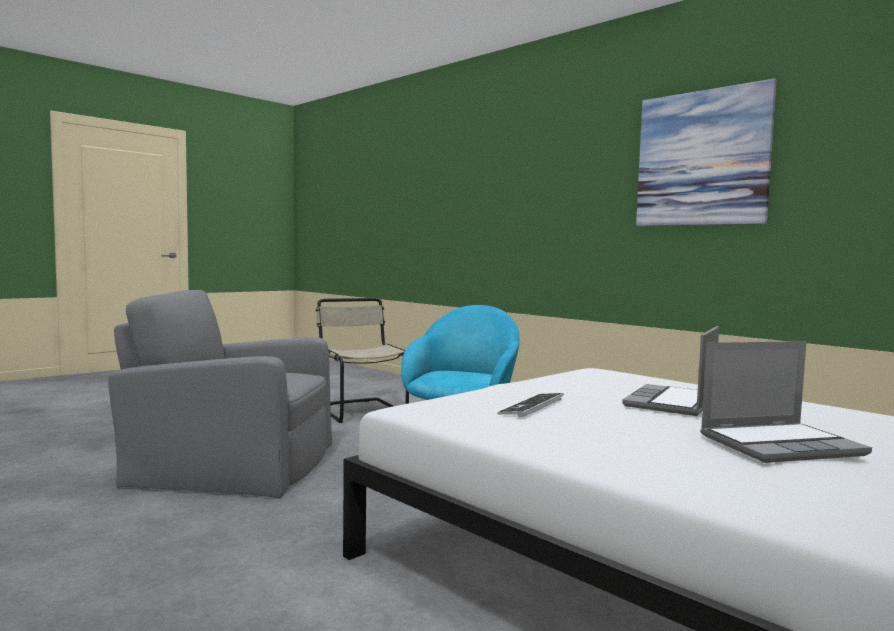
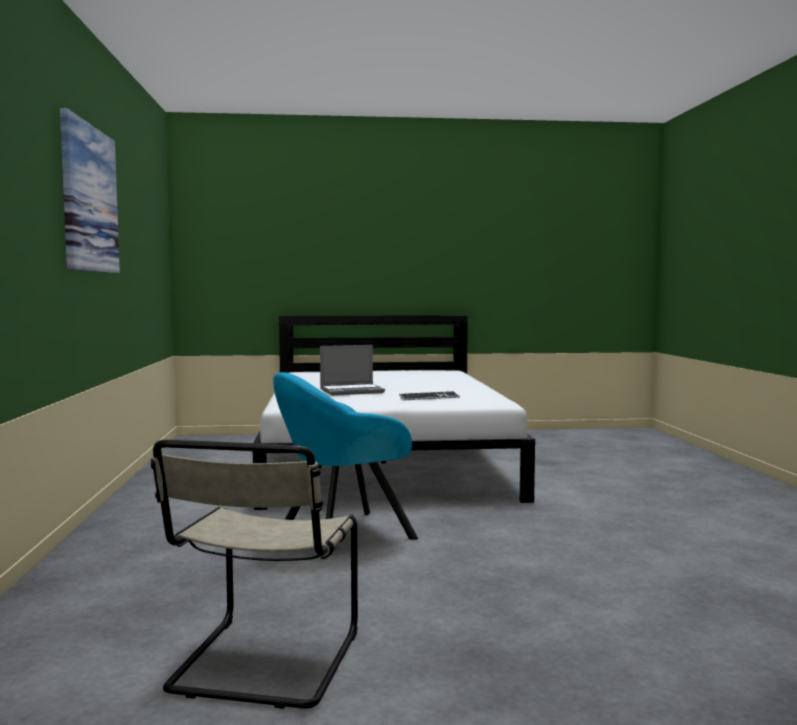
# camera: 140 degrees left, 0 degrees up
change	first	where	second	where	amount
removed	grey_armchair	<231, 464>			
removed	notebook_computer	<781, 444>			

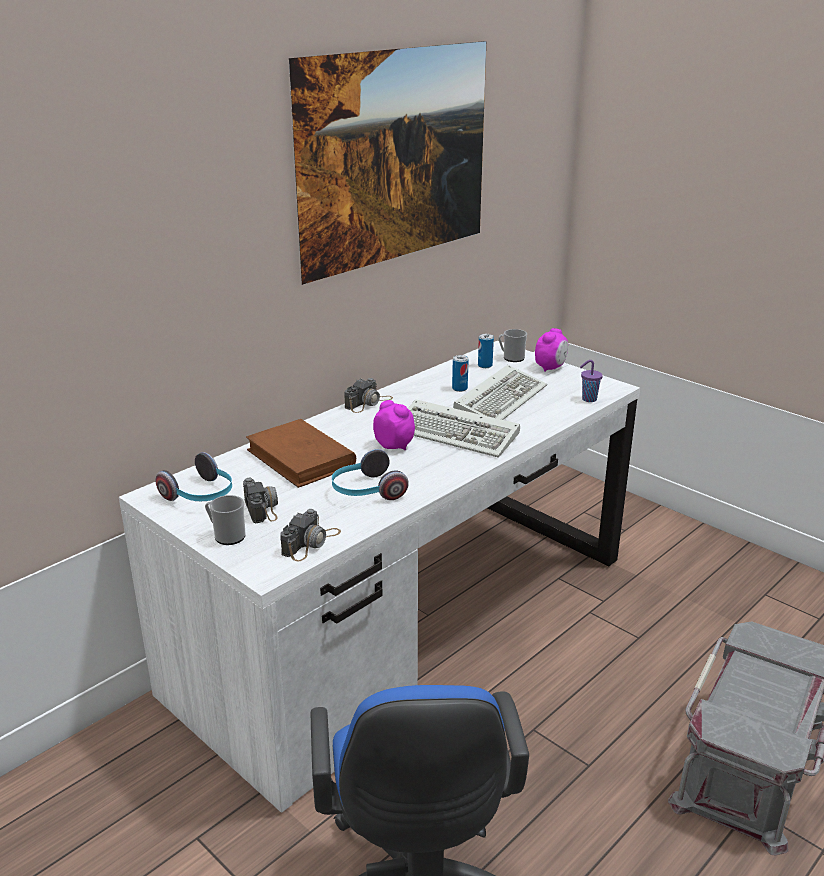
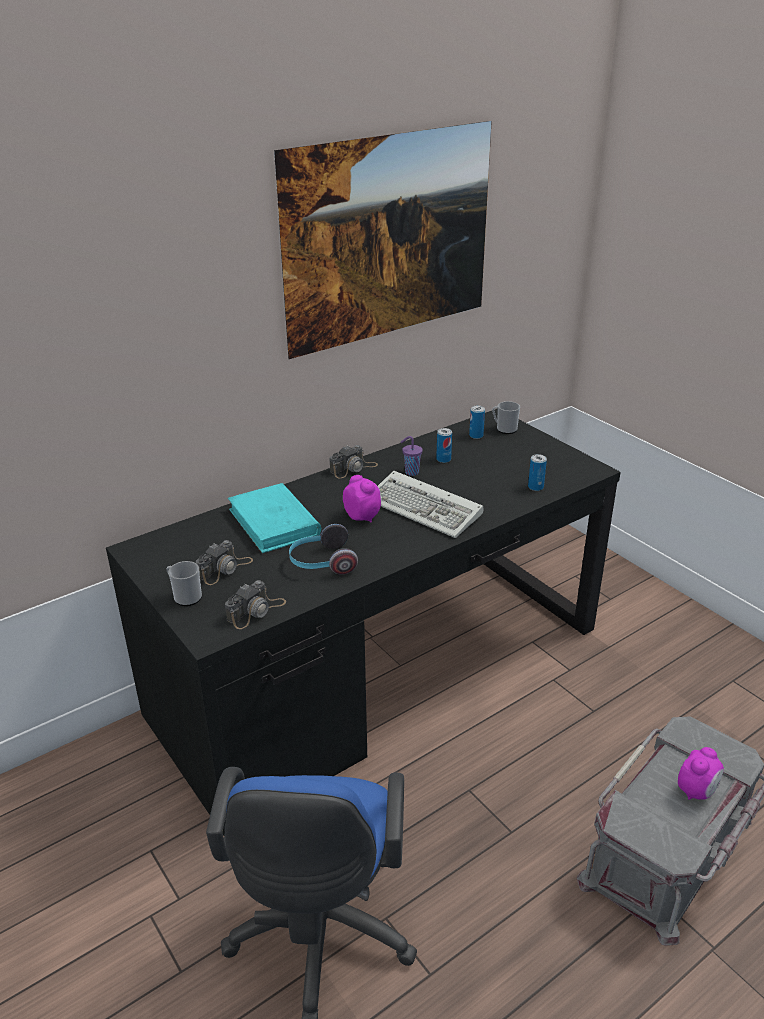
# camera: 10 degrees right, 5 degrees up
change	first	where	second	where	amount
recoloured	whitish_desk_unit	<409, 623>	black_desk_unit	<381, 671>	
removed	headphones	<201, 495>			
turned	photo_camera	<262, 506>		<225, 569>	45 degrees clockwise
recoloured	brown_book	<301, 458>	turquoise-coloured_book	<274, 522>	
removed	computer_keyboard	<501, 399>			
moved	alarm_clock	<550, 368>		<696, 791>	
moved	purple_cup	<588, 399>		<411, 472>	
added			metal_can	<535, 487>	

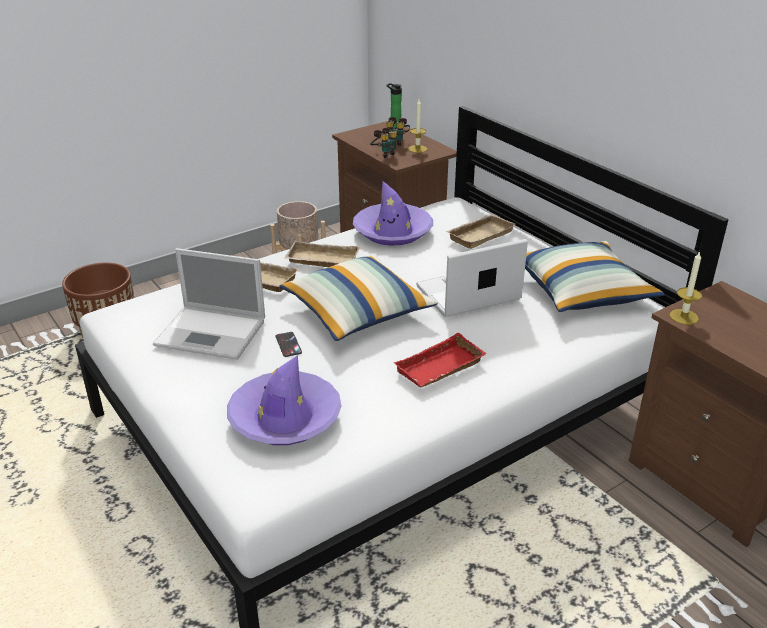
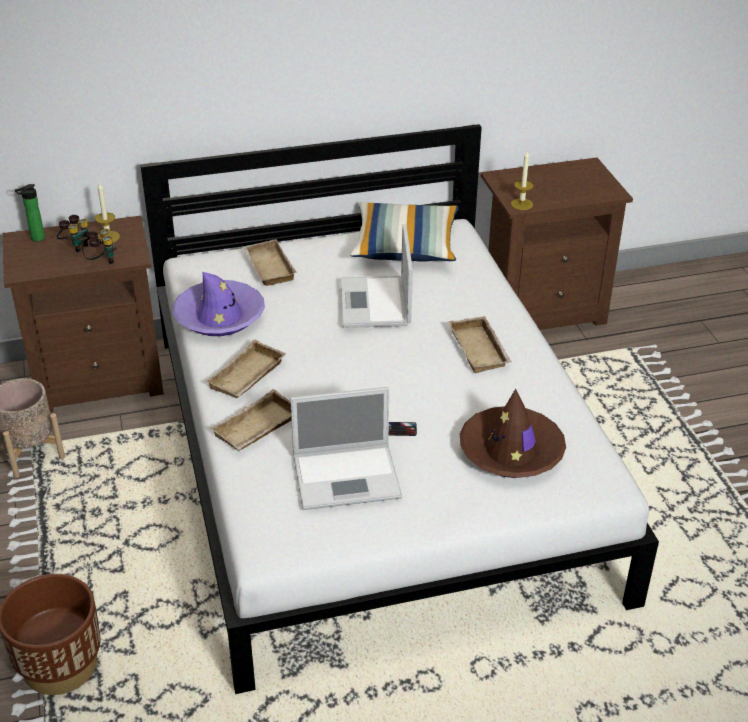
# camera: 70 degrees left, 5 degrees up
change	first	where	second	where	amount
turned	notebook_computer	<213, 333>		<348, 476>	45 degrees clockwise
recoloured	purple_hat	<285, 418>	brown_hat	<511, 452>	
removed	cushion	<357, 313>			
recoloured	reddish_tray	<440, 369>	beige_tray	<481, 349>	

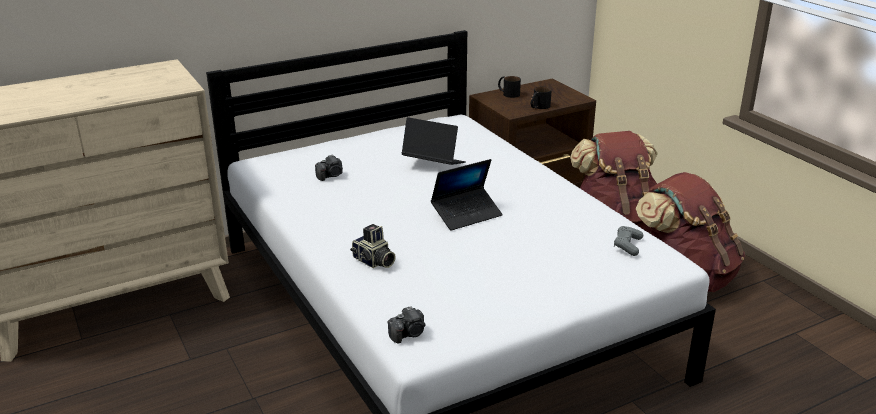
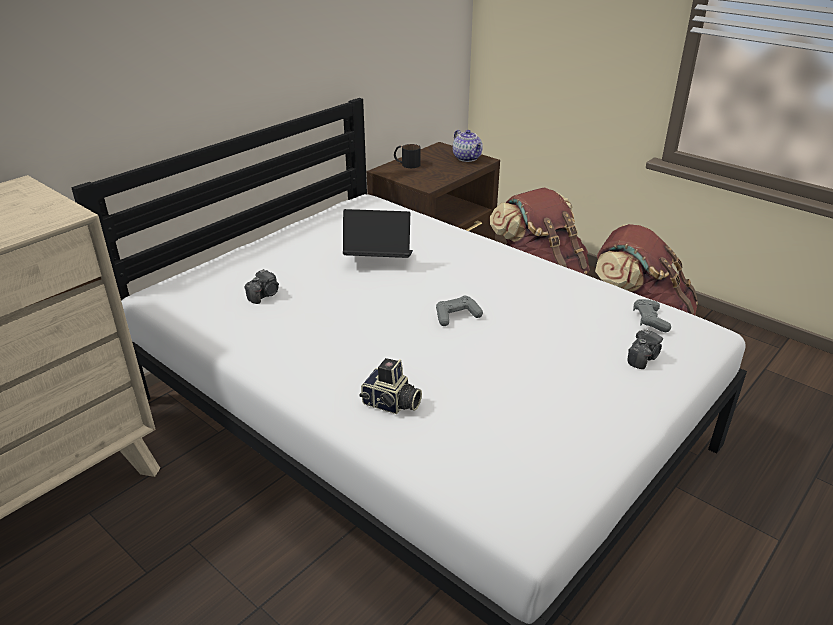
# camera: 20 degrees left, 5 degrees up
change	first	where	second	where	amount
moved	photo_camera	<408, 334>		<642, 358>	
replaced	notebook_computer	<466, 214>	grey_gamepad	<457, 316>	
removed	black_tea_mug	<539, 107>			
added			tea_pot	<467, 158>	

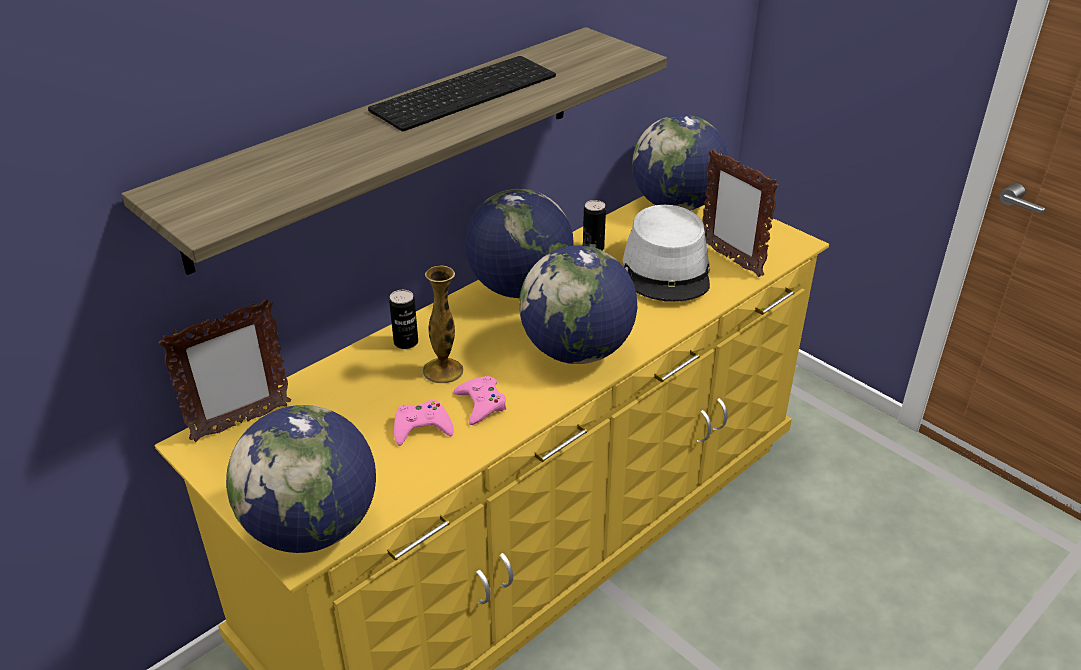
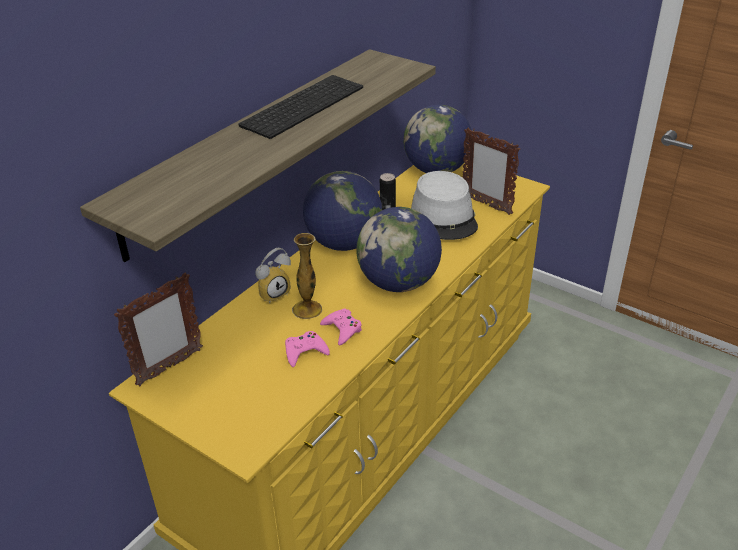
# camera: 10 degrees left, 0 degrees up
change	first	where	second	where	amount
removed	globe	<312, 528>			
replaced	metal_can	<406, 342>	alarm_clock	<273, 293>	

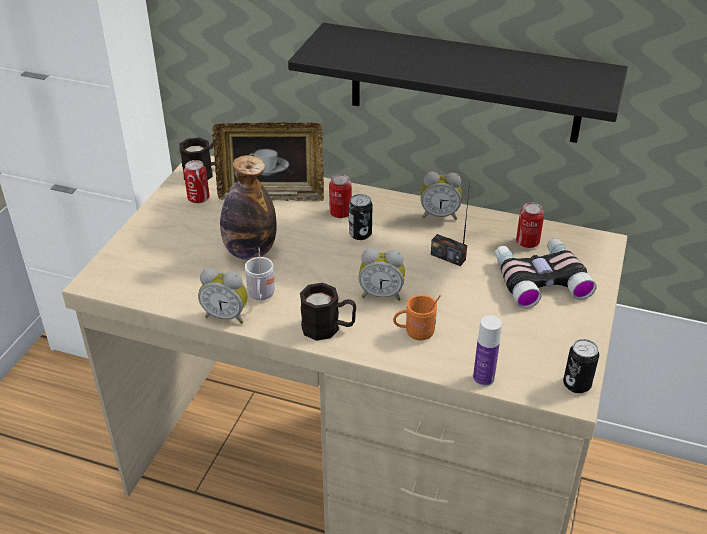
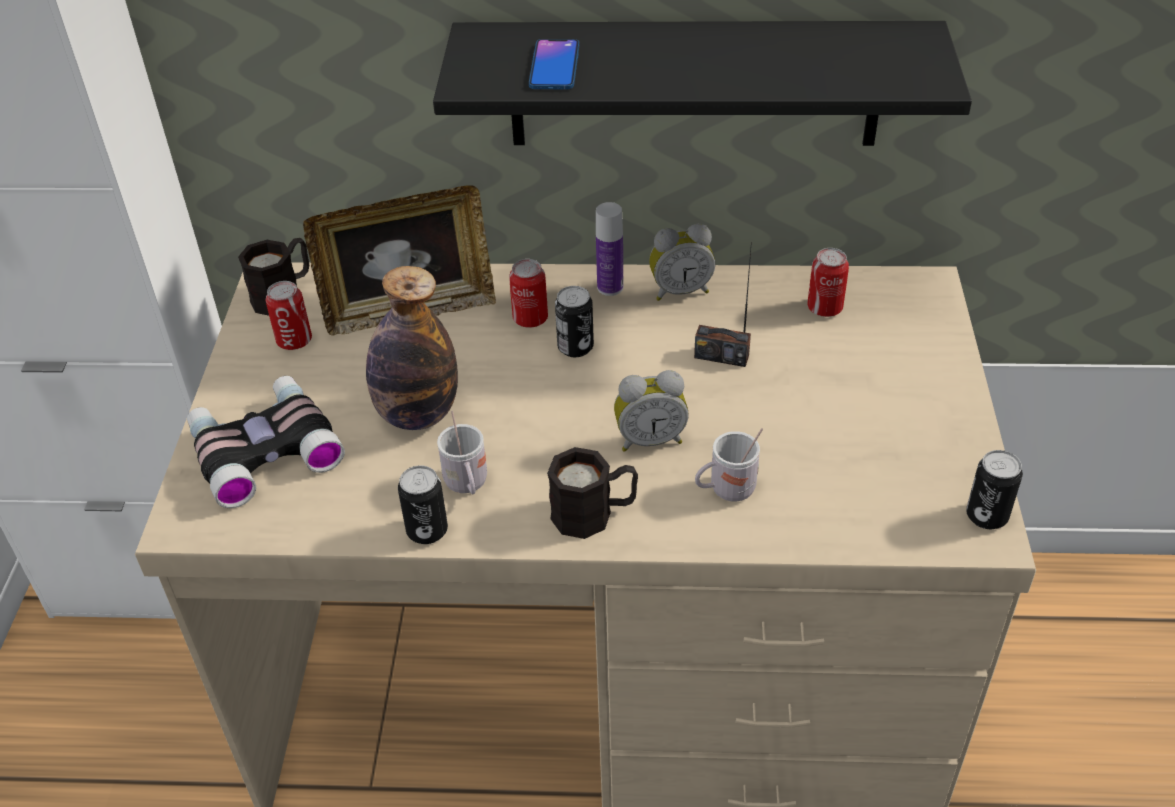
# camera: 15 degrees left, 5 degrees up
change	first	where	second	where	amount
replaced	alarm_clock	<226, 315>	metal_can	<427, 530>	
recoloured	orange_tea_mug	<415, 333>	whitish_tea_mug	<726, 491>	
moved	beverage_bottle	<483, 378>		<610, 287>	
moved	binoculars	<539, 279>		<264, 449>	
added			handset	<554, 66>	

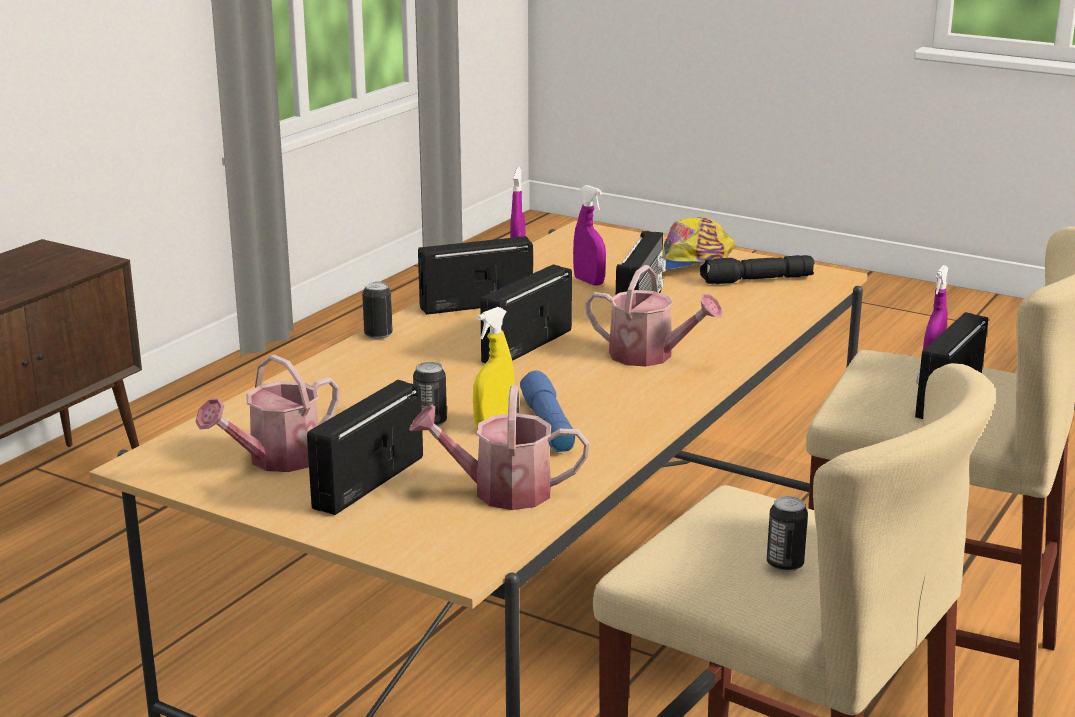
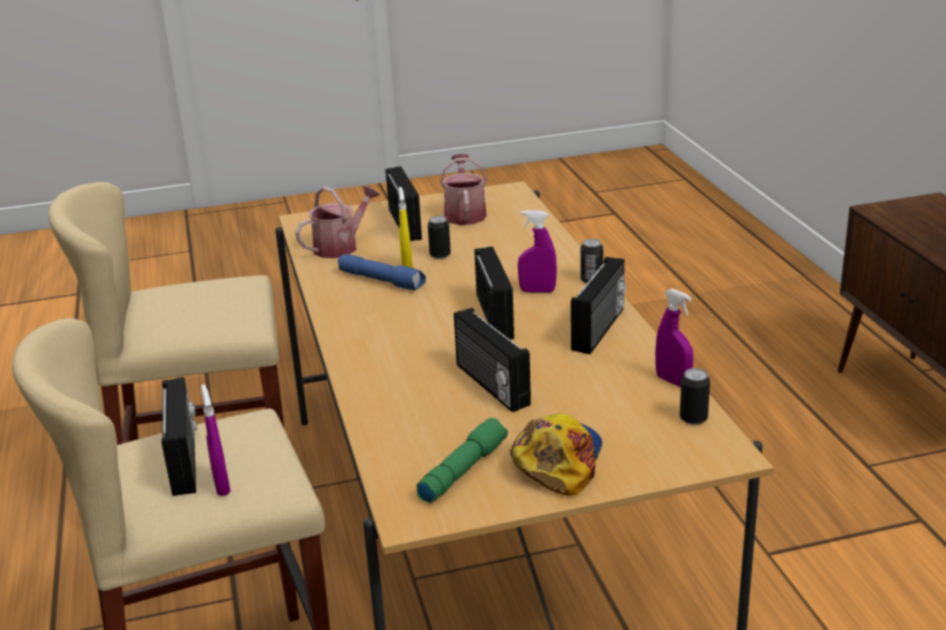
# camera: 135 degrees right, 5 degrees up
change	first	where	second	where	amount
moved	purple_spray_bottle	<589, 281>		<537, 291>	
removed	watering_pot	<649, 356>			
recoloured	black_flashlight	<756, 281>	greenish_flashlight	<462, 470>	
moved	metal_can	<785, 564>		<693, 418>	

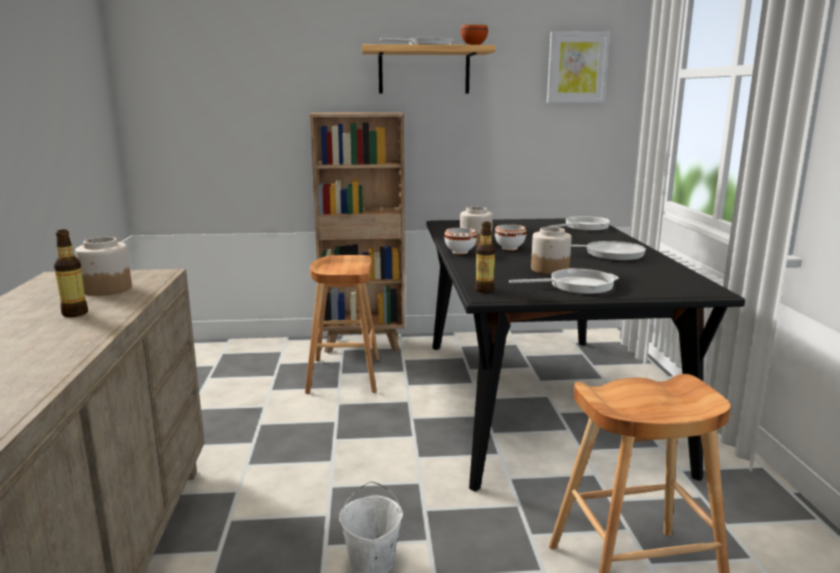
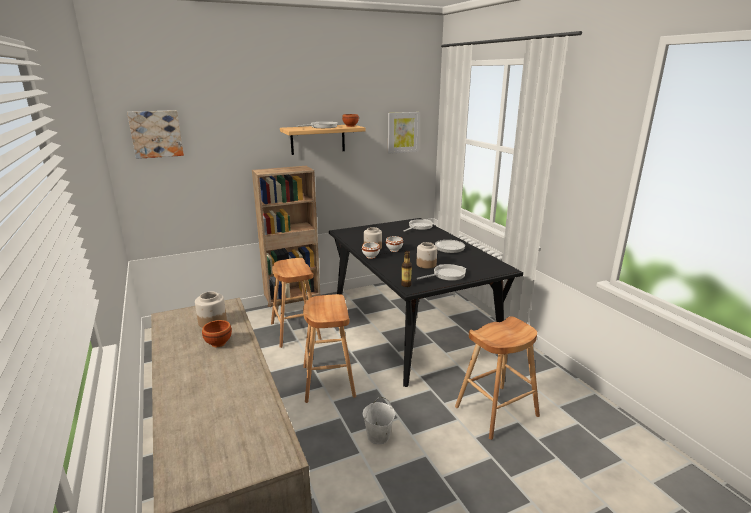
# camera: 20 degrees left, 5 degrees up
change	first	where	second	where	amount
replaced	beverage_bottle	<75, 313>	brown_deep_dish	<218, 344>	
added			picture	<156, 134>	
added			brown_stool_seat	<328, 381>	

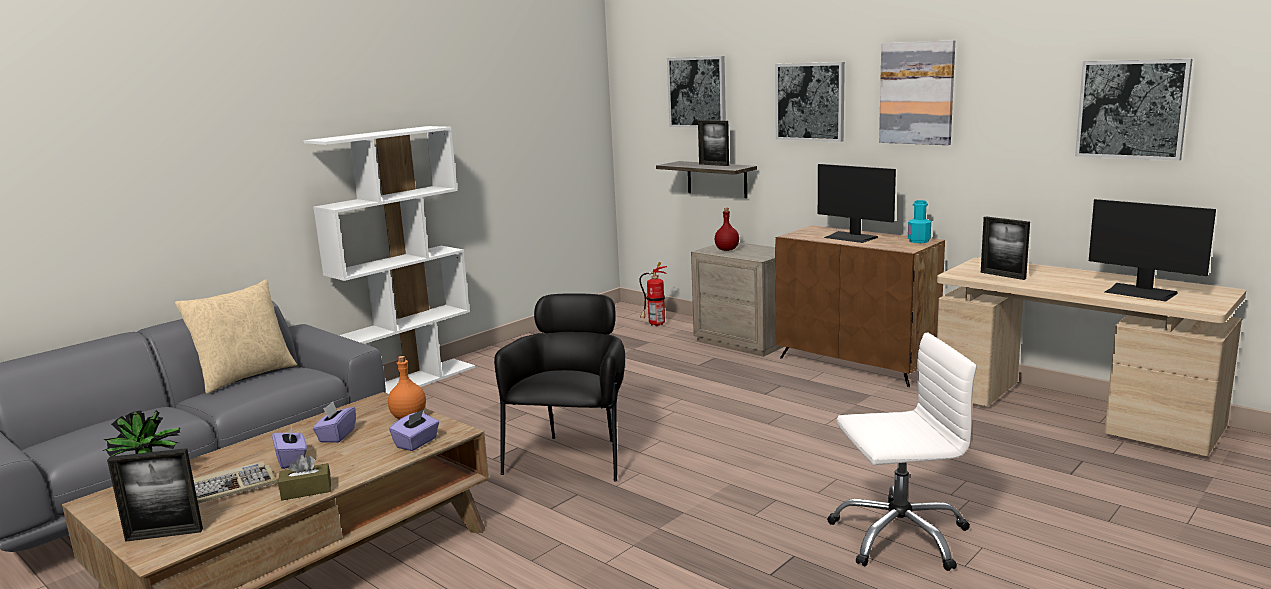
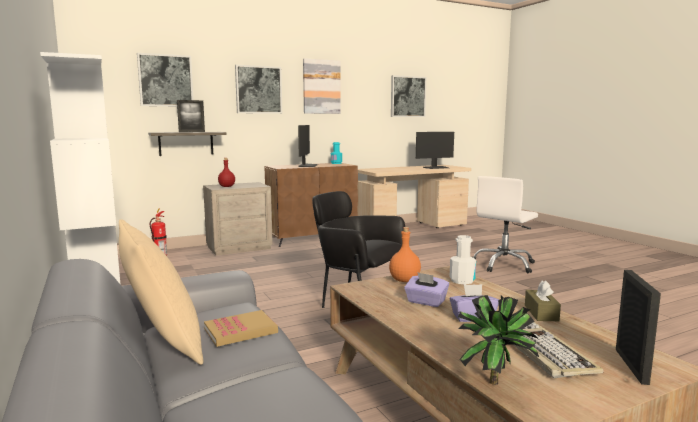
# camera: 70 degrees left, 5 degrees down
change	first	where	second	where	amount
replaced	purple_tissue_box	<417, 443>	whitish_beverage_bottle	<462, 280>	
turned	computer_display	<851, 237>		<308, 165>	60 degrees counterclockwise
turned	whitish_desk_chair	<899, 535>		<504, 264>	150 degrees counterclockwise
removed	picture_frame	<1002, 275>			
added			book	<240, 331>	

